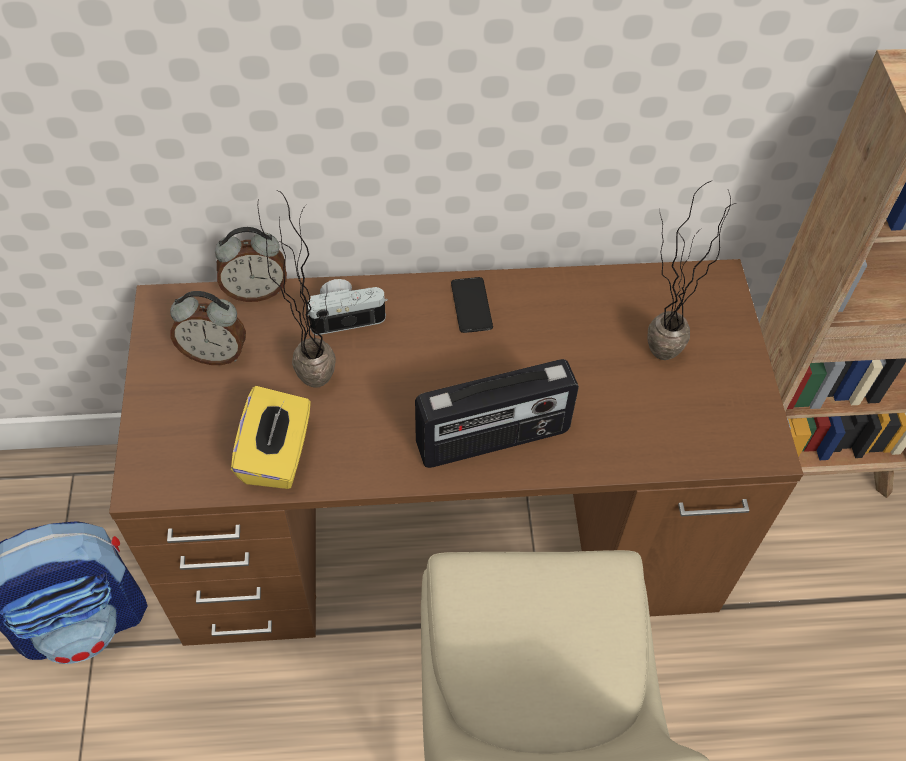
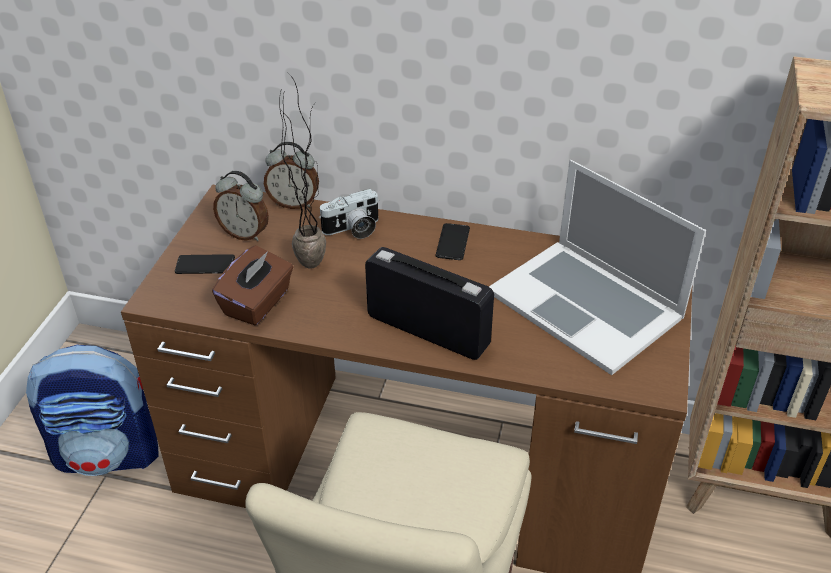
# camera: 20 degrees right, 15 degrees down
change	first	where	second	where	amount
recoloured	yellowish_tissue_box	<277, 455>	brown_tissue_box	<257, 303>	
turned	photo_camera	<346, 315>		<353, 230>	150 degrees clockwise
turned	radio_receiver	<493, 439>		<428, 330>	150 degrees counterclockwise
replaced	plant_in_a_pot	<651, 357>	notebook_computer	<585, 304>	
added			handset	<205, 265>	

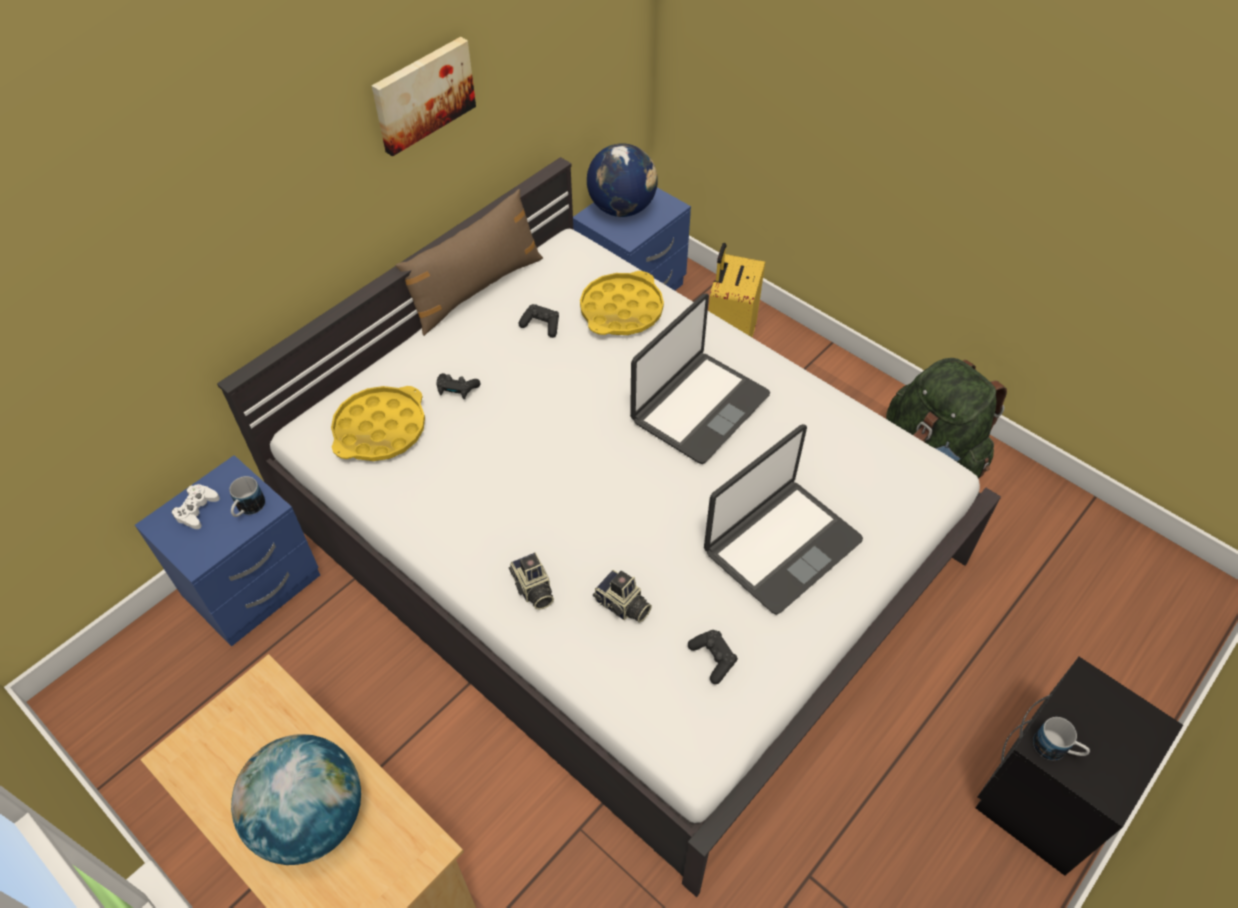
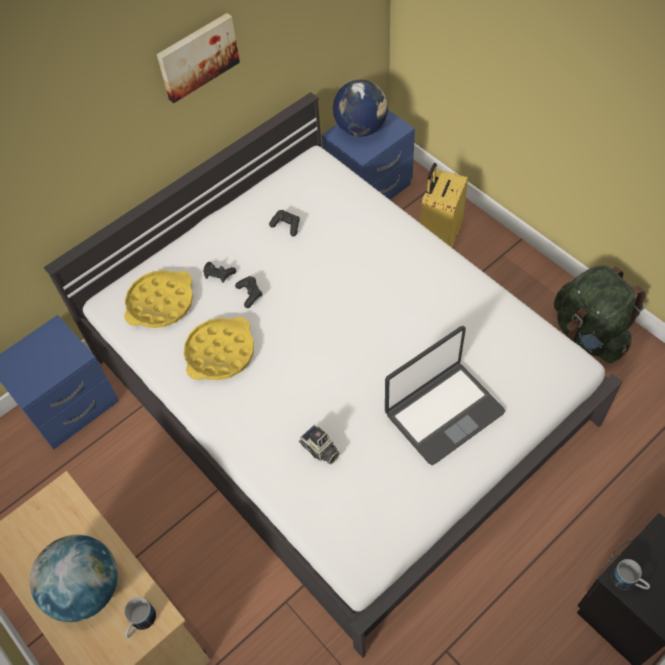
# camera: 10 degrees right, 5 degrees up
change	first	where	second	where	amount
removed	whitish_gamepad	<197, 510>			
moved	tea_mug	<248, 509>		<140, 623>	
removed	brown_cushion	<476, 289>			
removed	photo_camera	<532, 589>			
moved	yellowish_tray	<621, 310>		<220, 353>	
removed	notebook_computer	<698, 407>			
moved	black_gamepad	<713, 659>		<250, 294>	

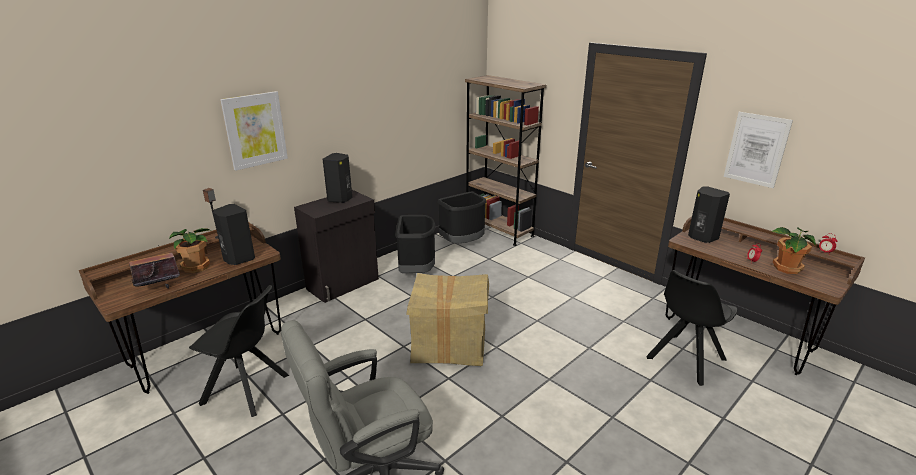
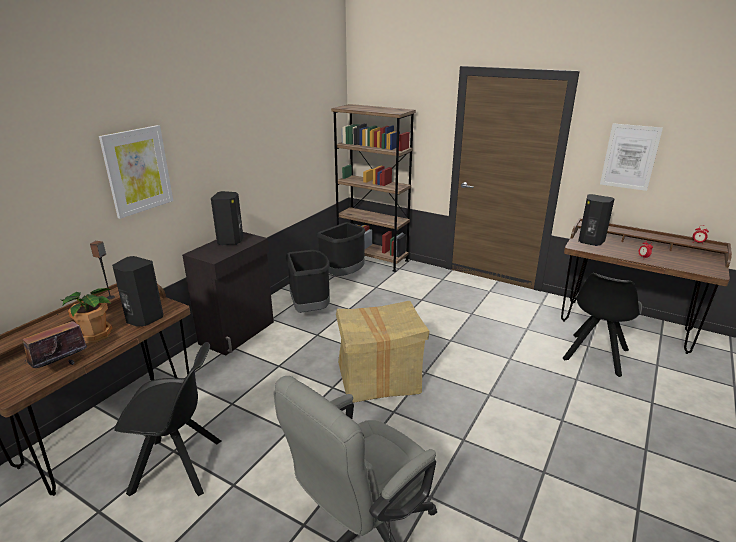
# camera: 15 degrees left, 0 degrees up
change	first	where	second	where	amount
removed	plant_in_a_pot	<786, 268>			

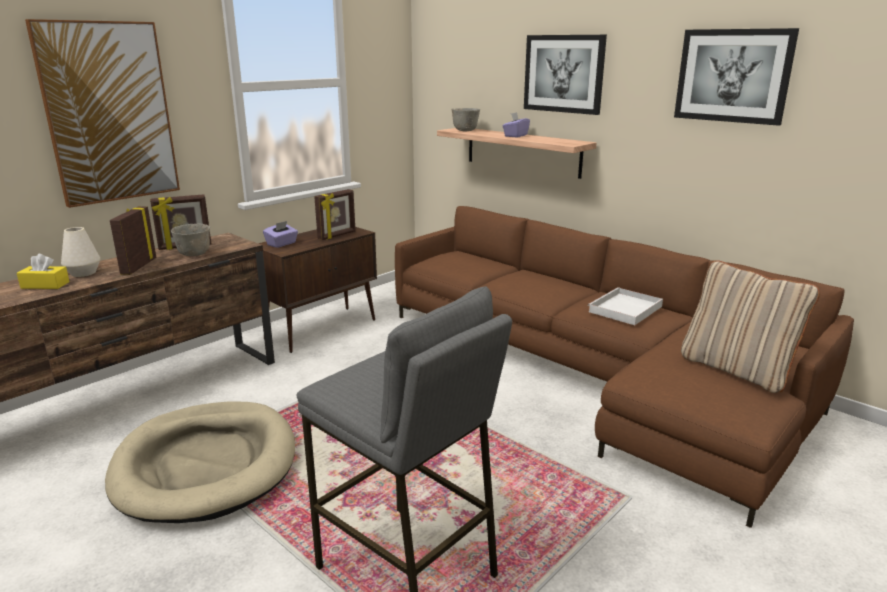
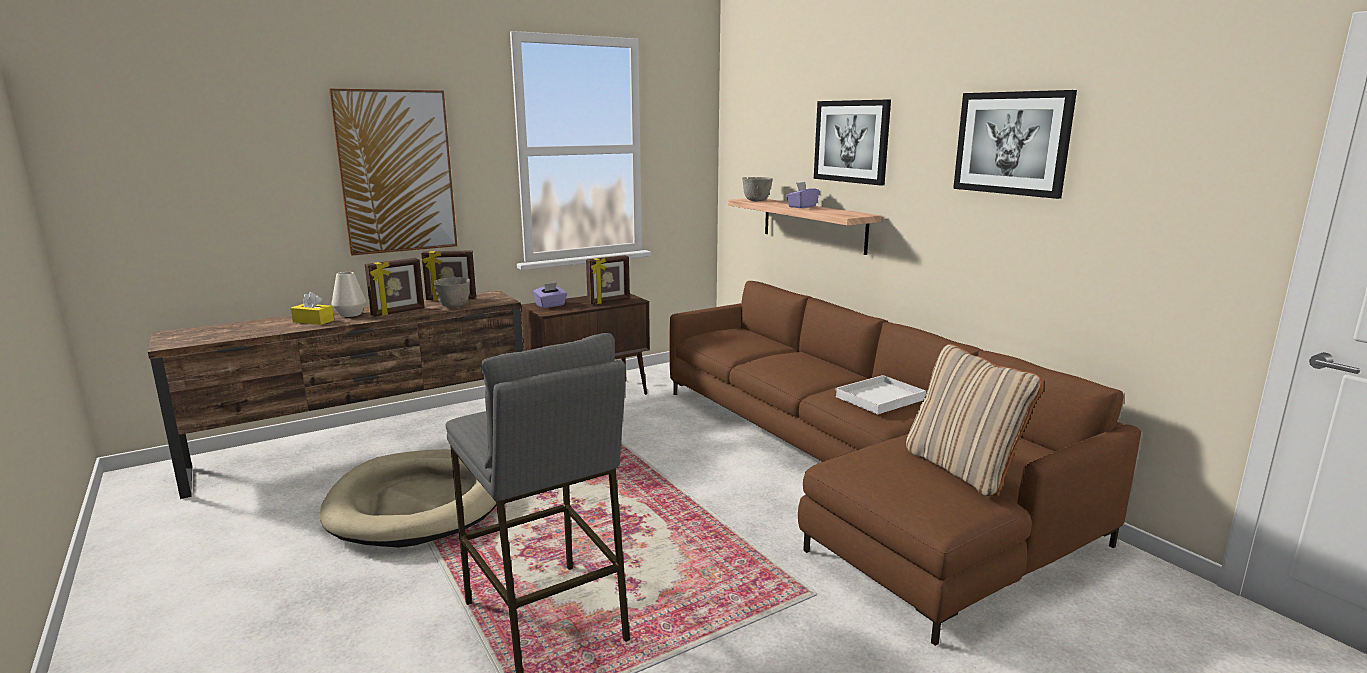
# camera: 15 degrees right, 5 degrees down
change	first	where	second	where	amount
turned	picture_frame	<138, 266>		<398, 312>	150 degrees counterclockwise

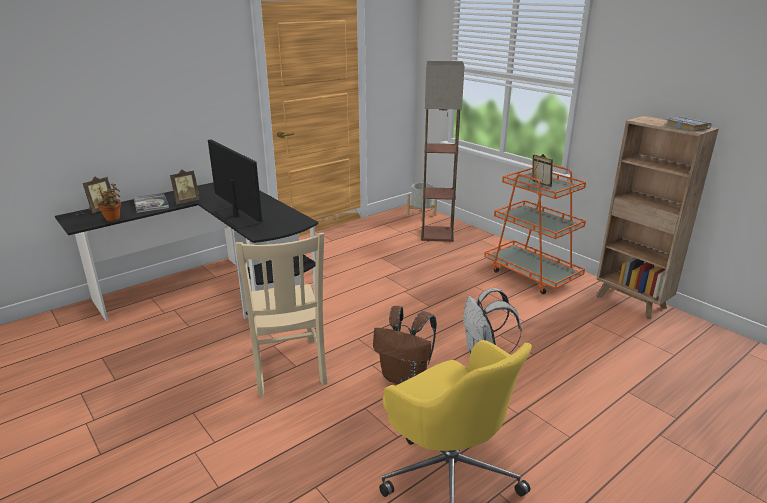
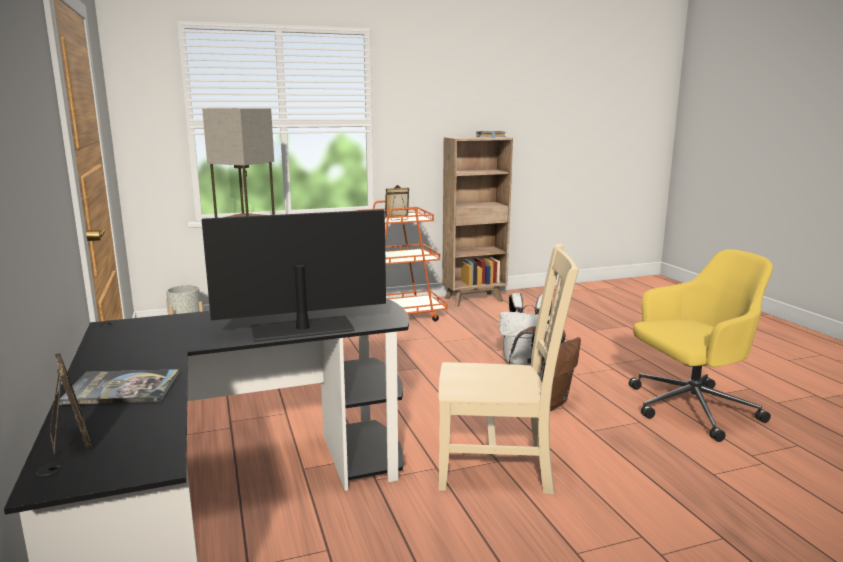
# camera: 70 degrees left, 10 degrees down
change	first	where	second	where	amount
removed	plant_in_a_pot	<113, 219>			
removed	picture_frame	<186, 201>			

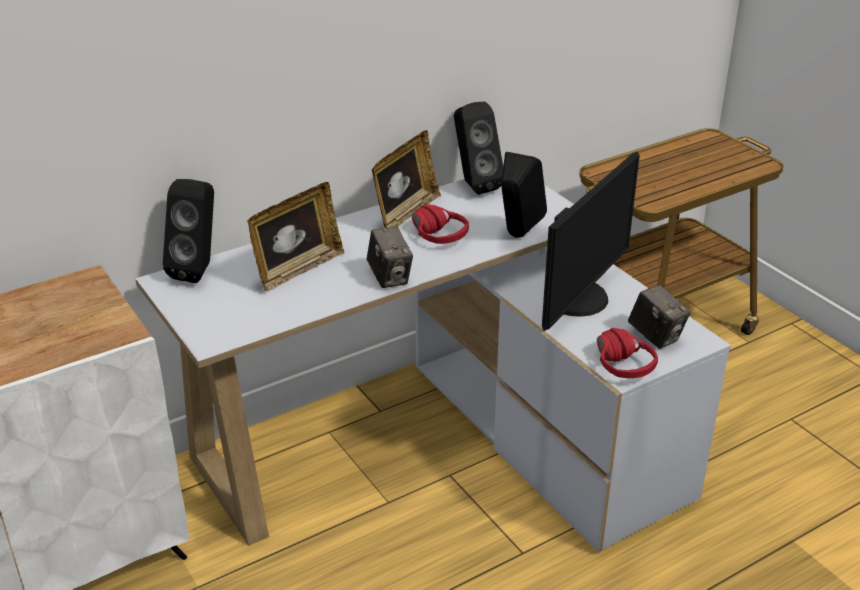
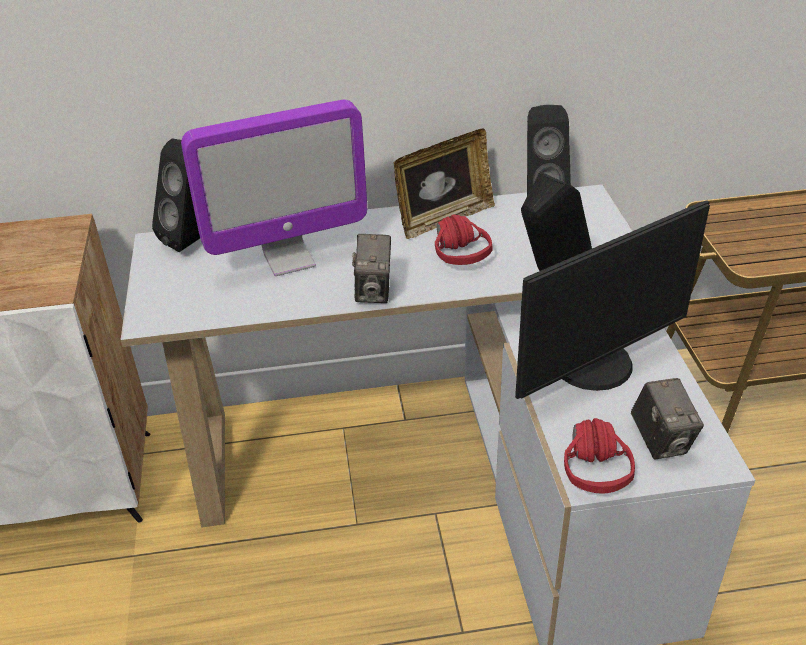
# camera: 25 degrees right, 5 degrees up
change	first	where	second	where	amount
replaced	picture_frame	<297, 269>	computer_display	<288, 259>	

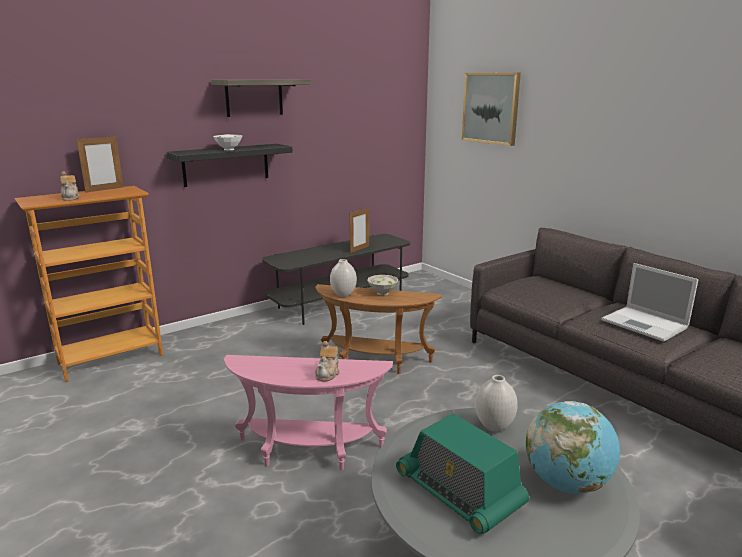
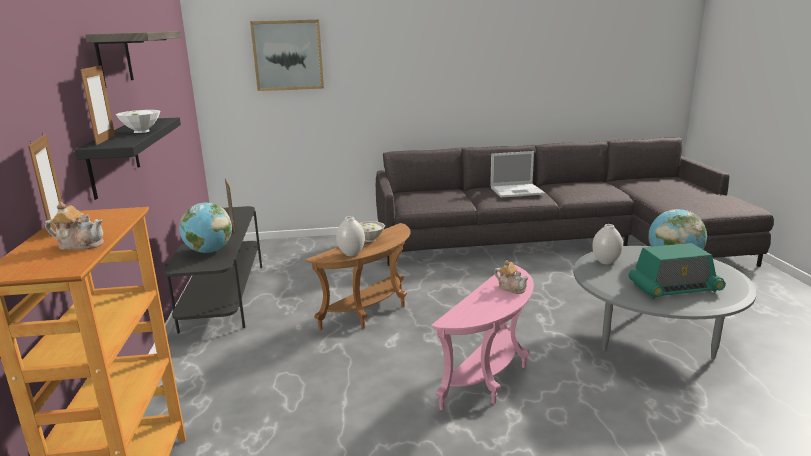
# camera: 60 degrees left, 0 degrees up
change	first	where	second	where	amount
added			picture_frame	<105, 140>	
added			globe	<209, 251>	

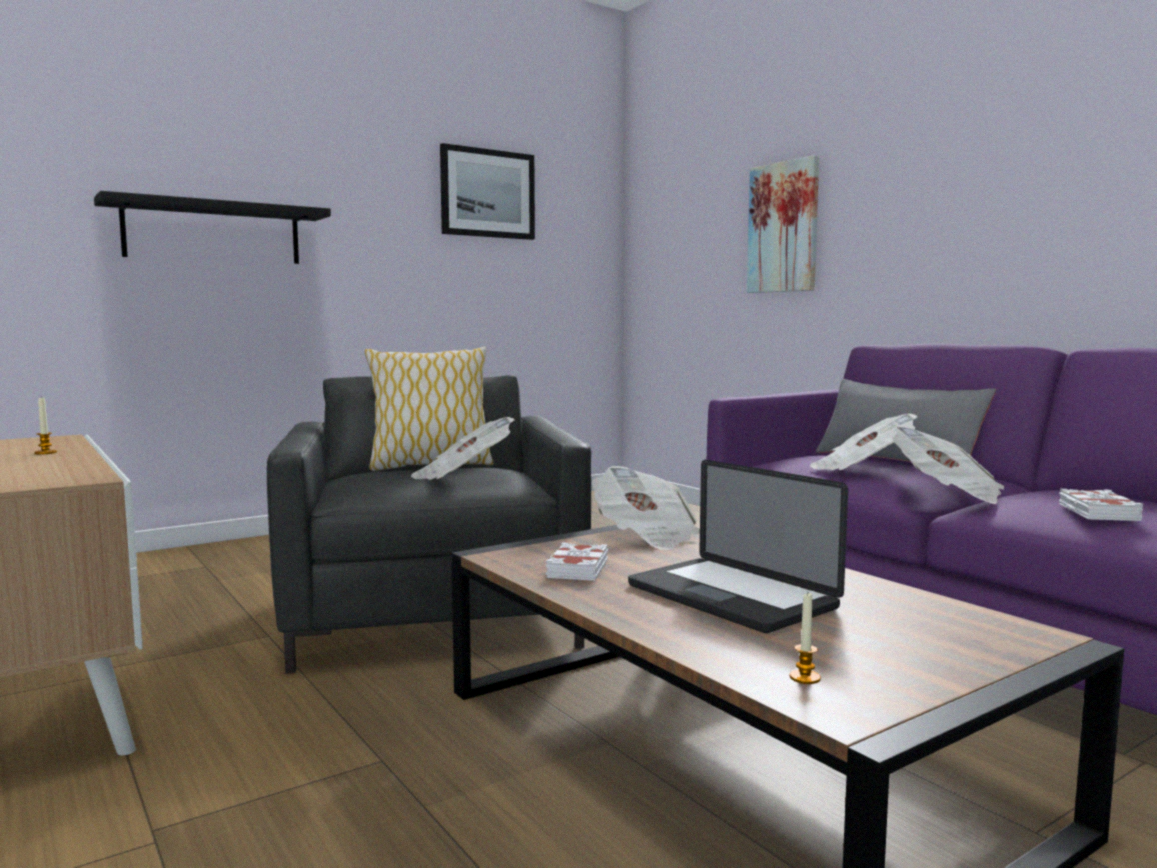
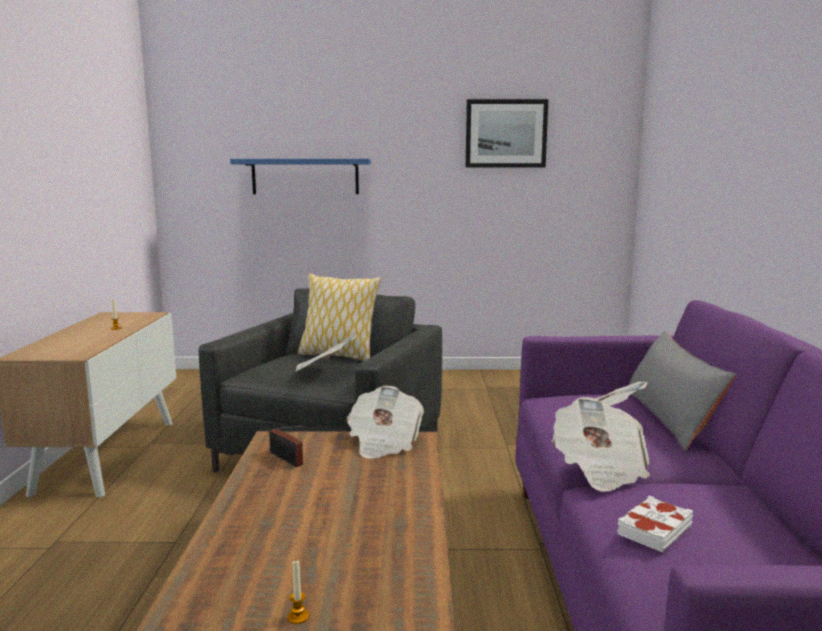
# camera: 35 degrees right, 5 degrees up
change	first	where	second	where	amount
recoloured	black_bracket_shelf	<213, 233>	blue-coloured_bracket_shelf	<305, 176>	
replaced	whitish_book	<576, 569>	radio_receiver	<287, 459>	
removed	notebook_computer	<730, 597>			
removed	picture	<783, 227>			
moved	wax_candle	<805, 678>		<298, 617>	

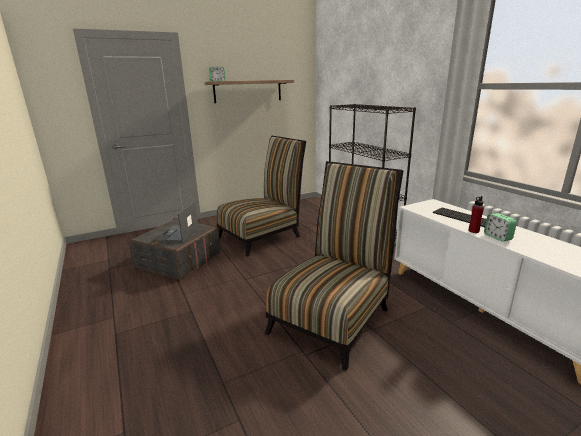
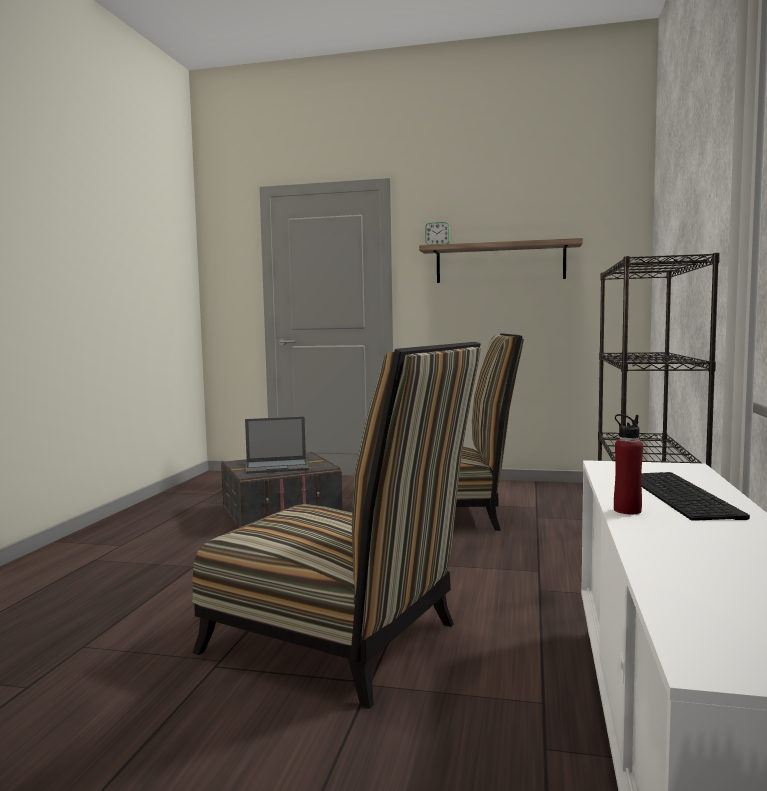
# camera: 40 degrees right, 15 degrees down
change	first	where	second	where	amount
turned	notebook_computer	<178, 234>		<278, 467>	150 degrees counterclockwise
turned	upright_chair	<333, 316>		<343, 642>	45 degrees clockwise
removed	alarm_clock	<497, 237>			

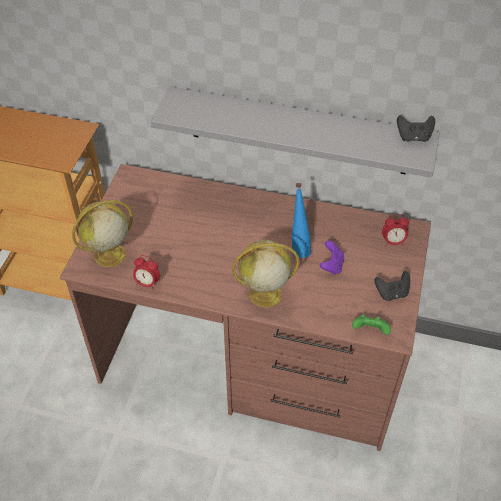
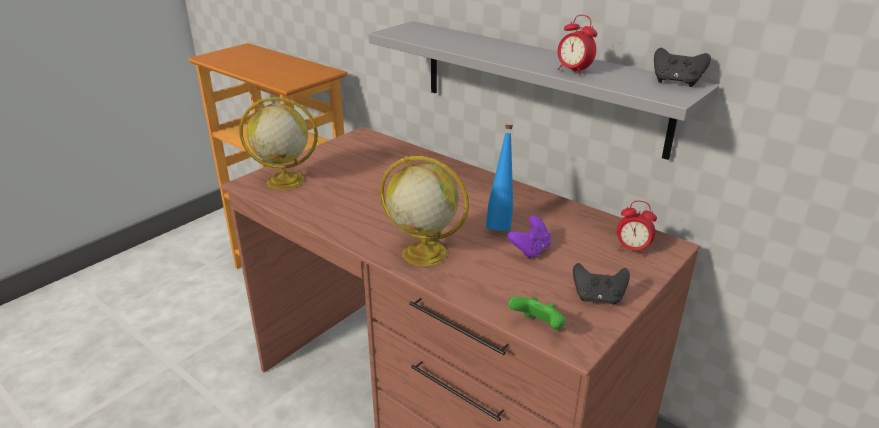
# camera: 25 degrees right, 20 degrees down
change	first	where	second	where	amount
moved	alarm_clock	<147, 283>		<573, 71>	

